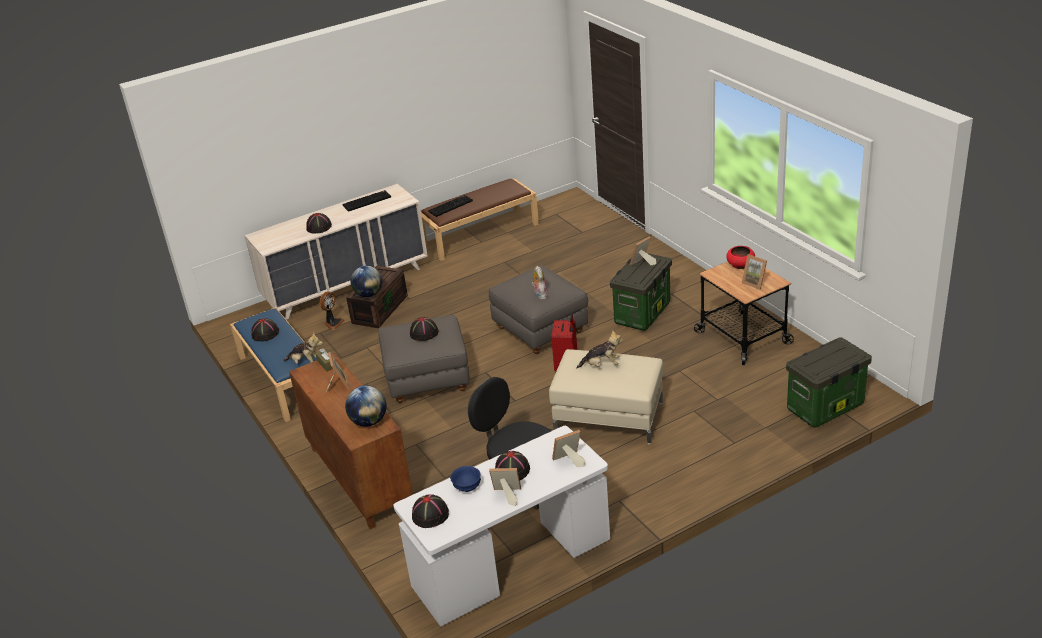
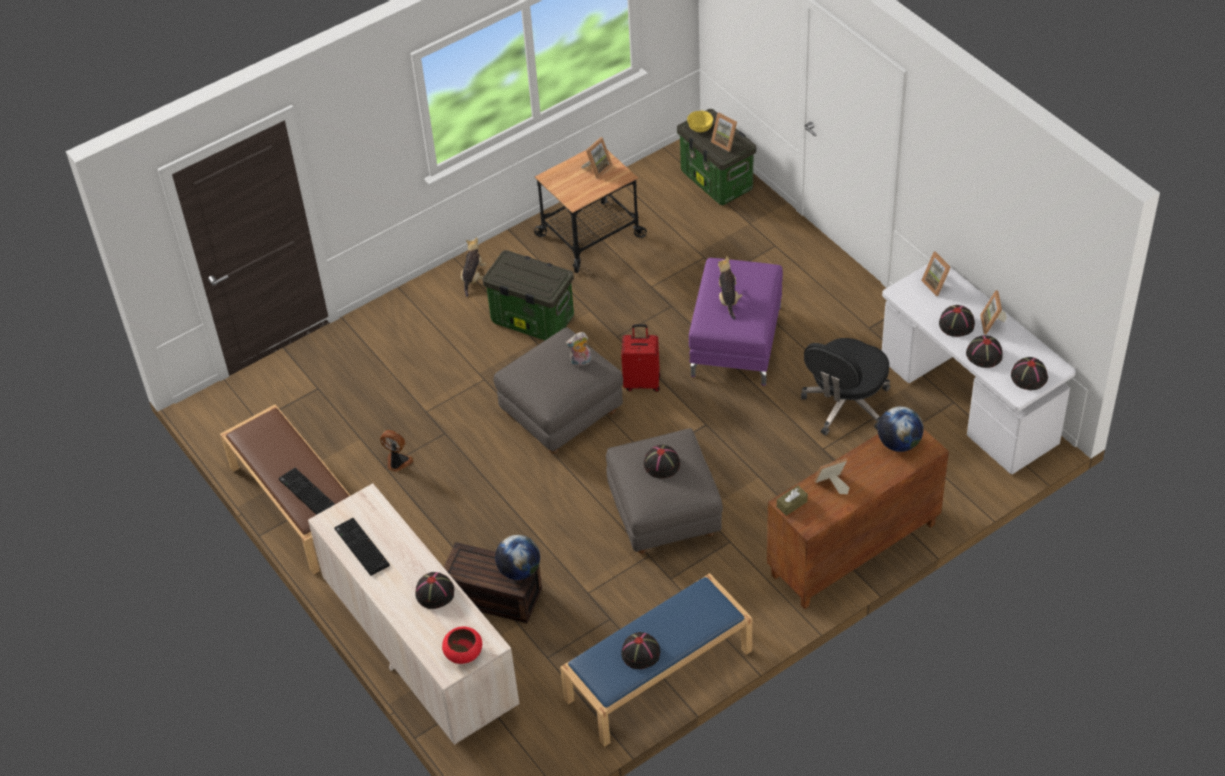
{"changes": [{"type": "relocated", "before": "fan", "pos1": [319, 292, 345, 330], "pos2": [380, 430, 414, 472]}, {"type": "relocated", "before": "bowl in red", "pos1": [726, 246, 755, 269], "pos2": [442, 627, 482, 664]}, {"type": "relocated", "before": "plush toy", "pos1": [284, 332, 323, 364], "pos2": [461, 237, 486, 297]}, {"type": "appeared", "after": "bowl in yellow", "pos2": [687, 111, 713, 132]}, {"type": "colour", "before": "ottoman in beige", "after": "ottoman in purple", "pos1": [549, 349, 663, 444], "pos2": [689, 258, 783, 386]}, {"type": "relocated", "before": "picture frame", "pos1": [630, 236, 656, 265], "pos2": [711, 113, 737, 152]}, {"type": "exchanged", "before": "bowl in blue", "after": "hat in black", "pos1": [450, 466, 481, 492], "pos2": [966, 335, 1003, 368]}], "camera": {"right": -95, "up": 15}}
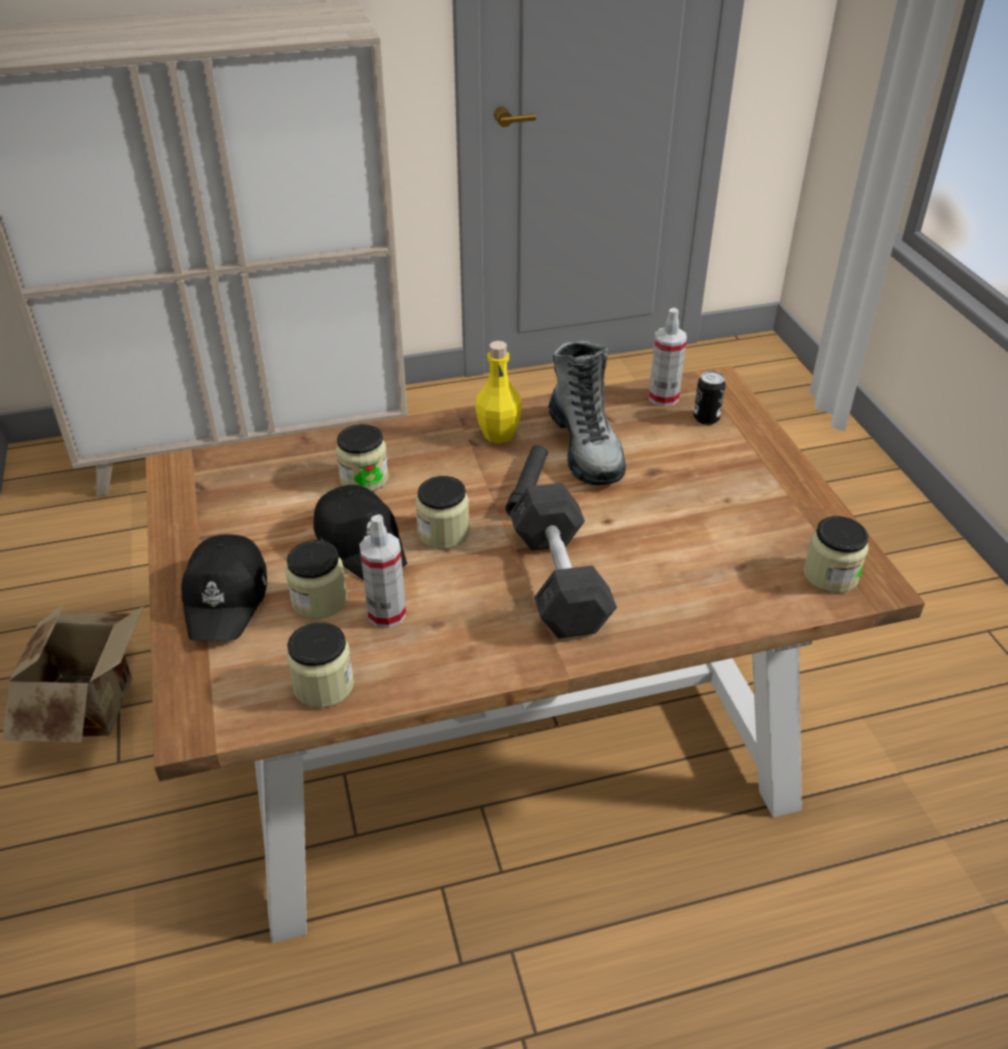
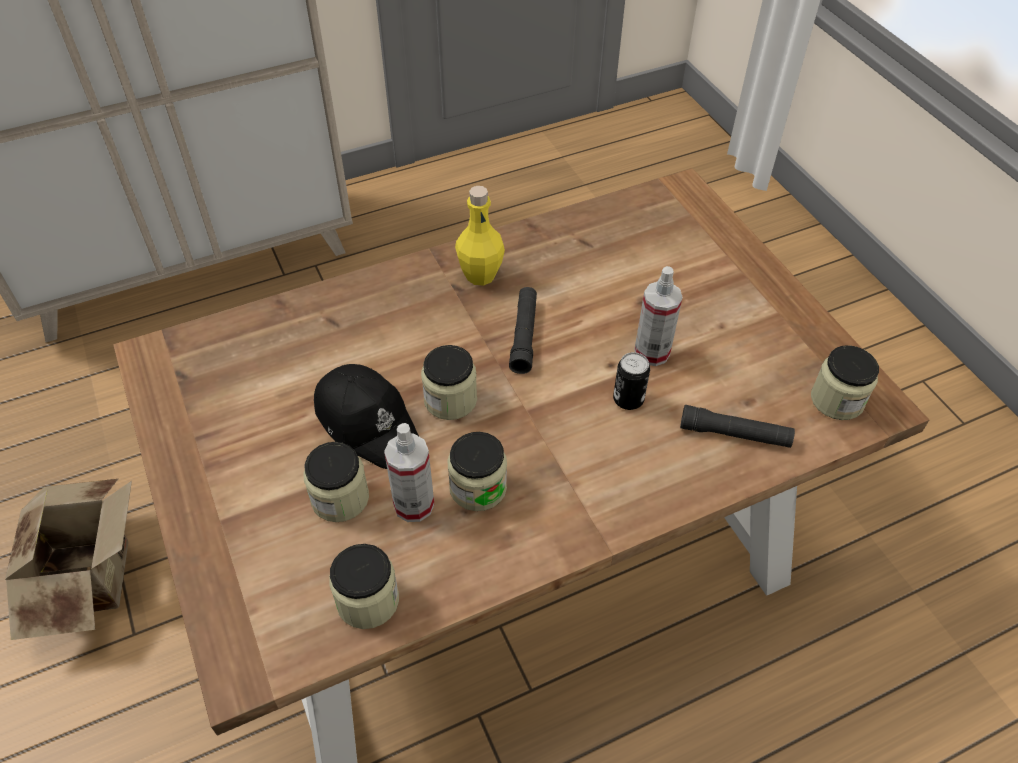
{"changes": [{"type": "relocated", "before": "jar", "pos1": [336, 424, 389, 491], "pos2": [447, 432, 507, 511]}, {"type": "relocated", "before": "can", "pos1": [693, 371, 726, 425], "pos2": [613, 352, 650, 410]}, {"type": "relocated", "before": "spray bottle", "pos1": [649, 308, 687, 407], "pos2": [634, 266, 683, 366]}, {"type": "appeared", "after": "flashlight in black", "pos2": [680, 405, 795, 448]}, {"type": "missing", "before": "cap in black", "pos1": [181, 534, 267, 641]}, {"type": "missing", "before": "dumbbell in grey", "pos1": [510, 483, 617, 639]}, {"type": "missing", "before": "boot", "pos1": [549, 341, 626, 485]}], "camera": {"right": -10, "up": 10}}
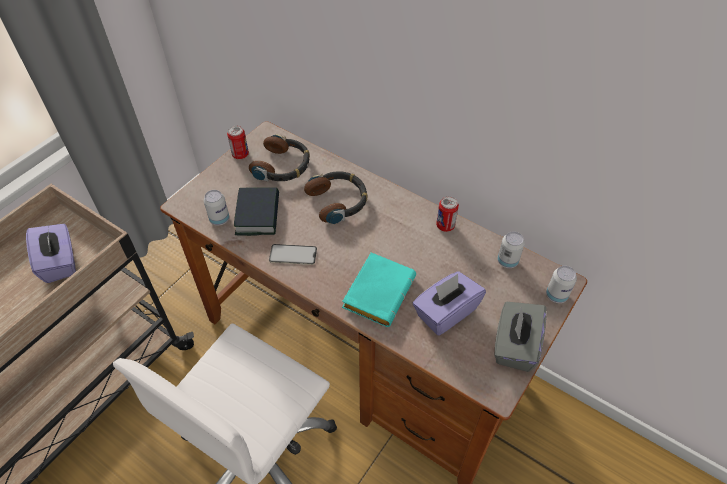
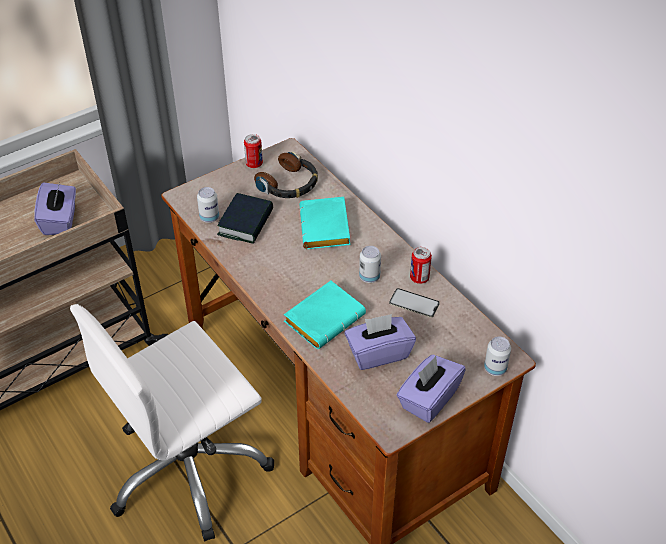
{"changes": [{"type": "exchanged", "before": "headphones", "after": "book in turquoise", "pos1": [304, 171, 367, 224], "pos2": [300, 197, 350, 249]}, {"type": "relocated", "before": "can", "pos1": [497, 232, 525, 268], "pos2": [359, 246, 381, 283]}, {"type": "relocated", "before": "phone", "pos1": [269, 244, 317, 265], "pos2": [389, 288, 440, 318]}, {"type": "colour", "before": "tissue box in grey", "after": "tissue box in purple", "pos1": [494, 302, 546, 372], "pos2": [397, 355, 466, 423]}], "camera": {"right": 20, "up": -5}}
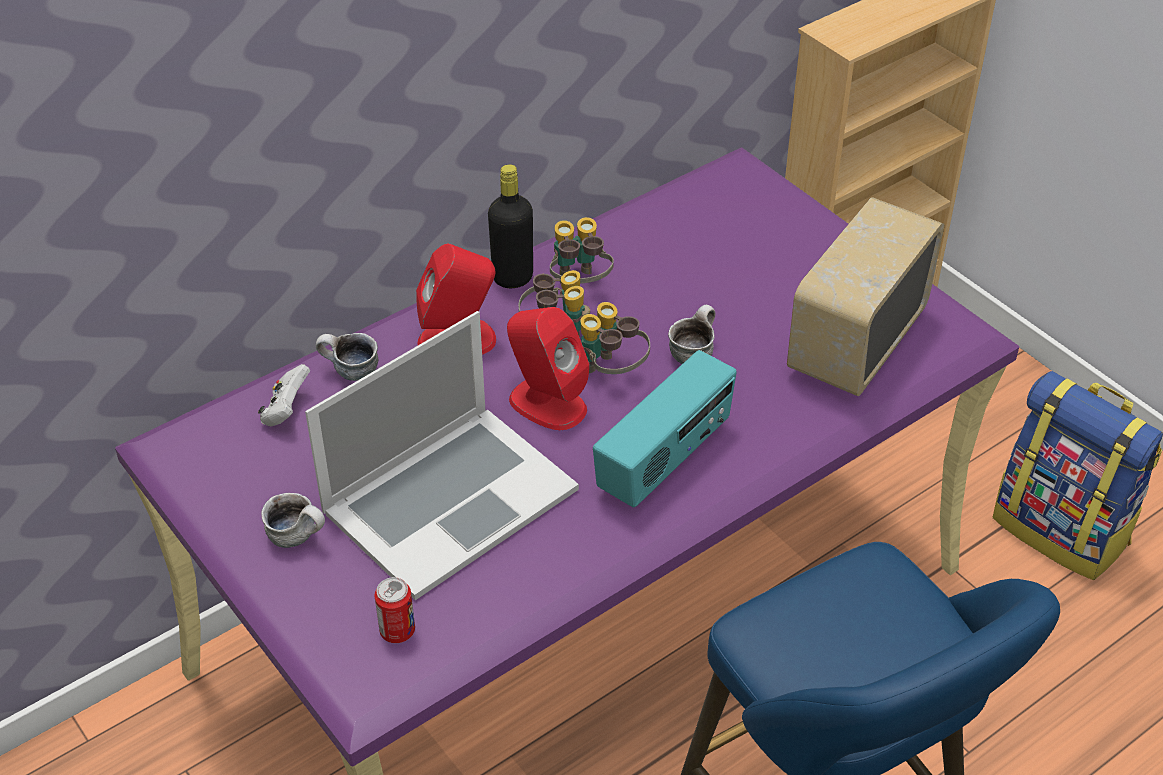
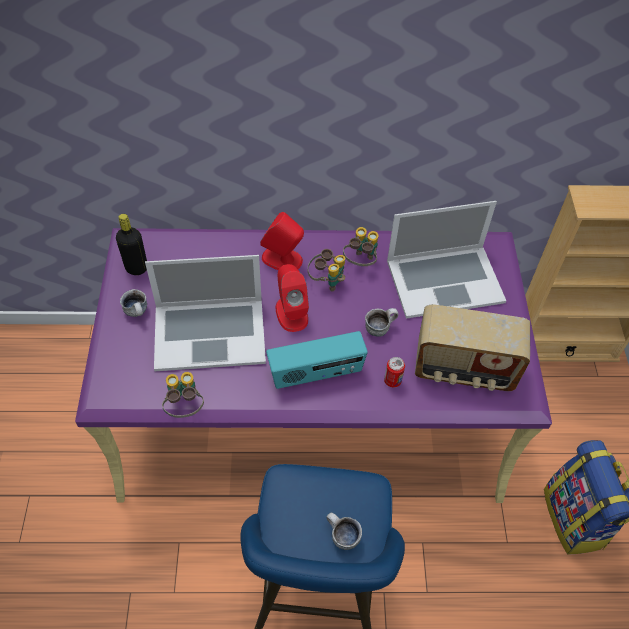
{"changes": [{"type": "relocated", "before": "bottle in black", "pos1": [488, 164, 533, 288], "pos2": [116, 214, 147, 275]}, {"type": "relocated", "before": "binoculars", "pos1": [580, 302, 650, 374], "pos2": [162, 372, 204, 418]}, {"type": "relocated", "before": "mug", "pos1": [316, 333, 378, 381], "pos2": [326, 513, 362, 550]}, {"type": "relocated", "before": "can", "pos1": [375, 577, 415, 643], "pos2": [384, 357, 405, 388]}, {"type": "appeared", "after": "laptop", "pos2": [387, 201, 506, 319]}, {"type": "spun", "before": "radio", "pos1": [787, 197, 944, 396], "pos2": [415, 304, 530, 391], "turn": -150}, {"type": "missing", "before": "game controller in white", "pos1": [258, 364, 310, 426]}], "camera": {"right": 35, "up": 10}}
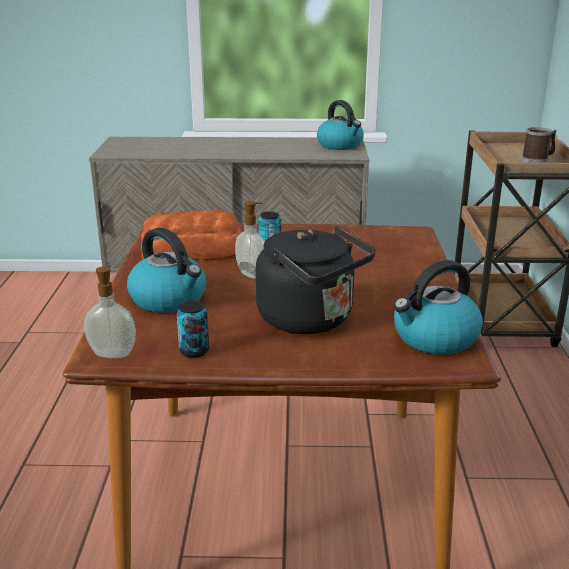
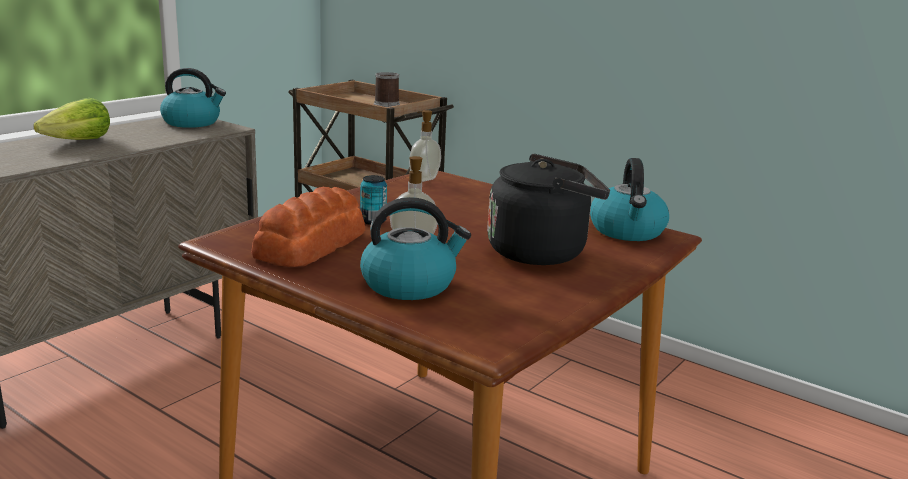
{"changes": [{"type": "appeared", "after": "lettuce", "pos2": [33, 98, 110, 140]}, {"type": "relocated", "before": "soap dispenser", "pos1": [84, 266, 136, 358], "pos2": [409, 110, 441, 182]}, {"type": "missing", "before": "can", "pos1": [177, 301, 209, 358]}], "camera": {"right": -55, "up": -5}}
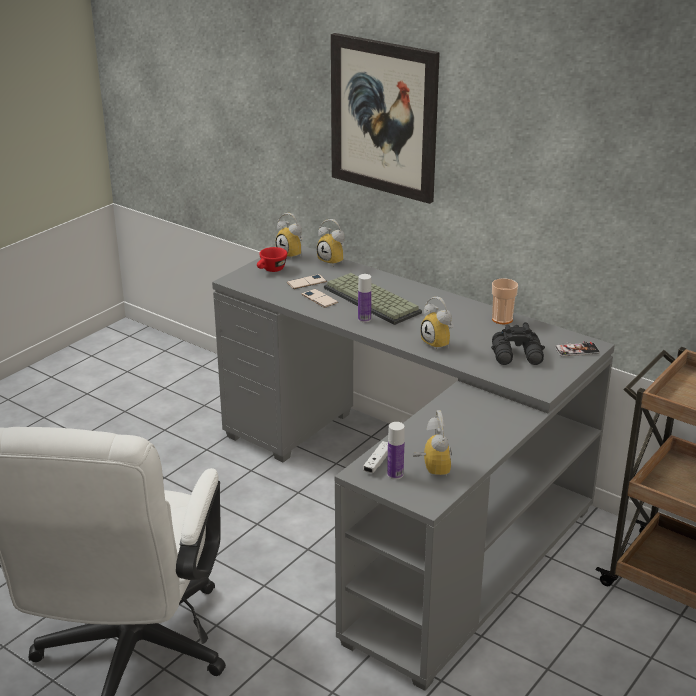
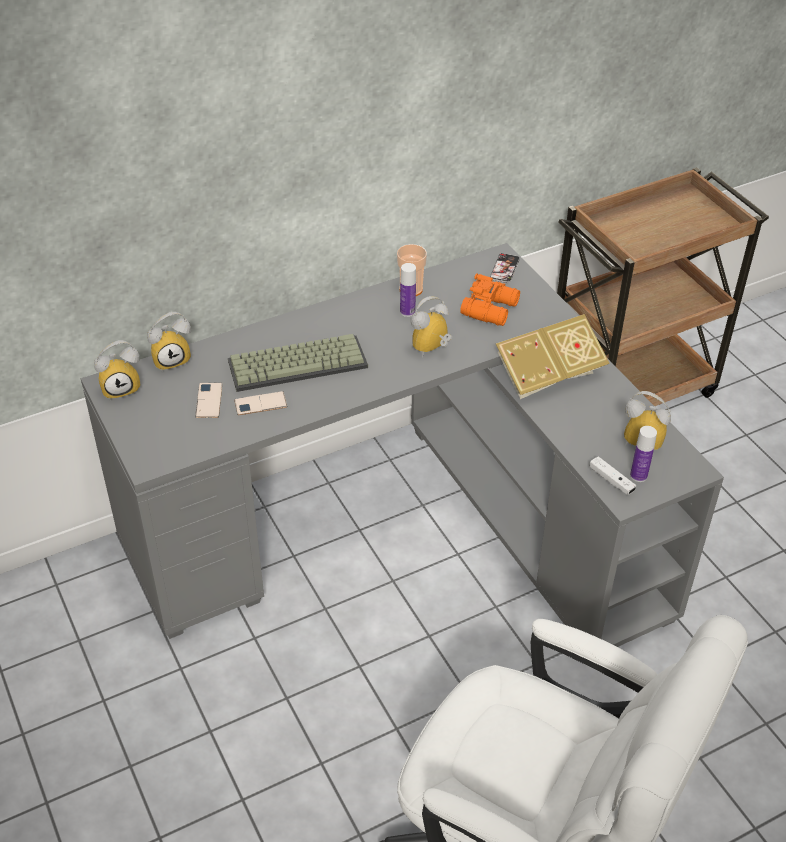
{"changes": [{"type": "relocated", "before": "bottle", "pos1": [358, 274, 372, 323], "pos2": [400, 263, 416, 317]}, {"type": "spun", "before": "alarm clock", "pos1": [421, 297, 454, 351], "pos2": [411, 296, 452, 357], "turn": 150}, {"type": "colour", "before": "binoculars in black", "after": "binoculars in orange", "pos1": [491, 322, 545, 365], "pos2": [460, 273, 520, 326]}, {"type": "appeared", "after": "book", "pos2": [496, 314, 610, 399]}, {"type": "missing", "before": "cup in red", "pos1": [257, 247, 287, 272]}, {"type": "missing", "before": "picture", "pos1": [331, 33, 440, 204]}], "camera": {"right": -65, "up": 15}}
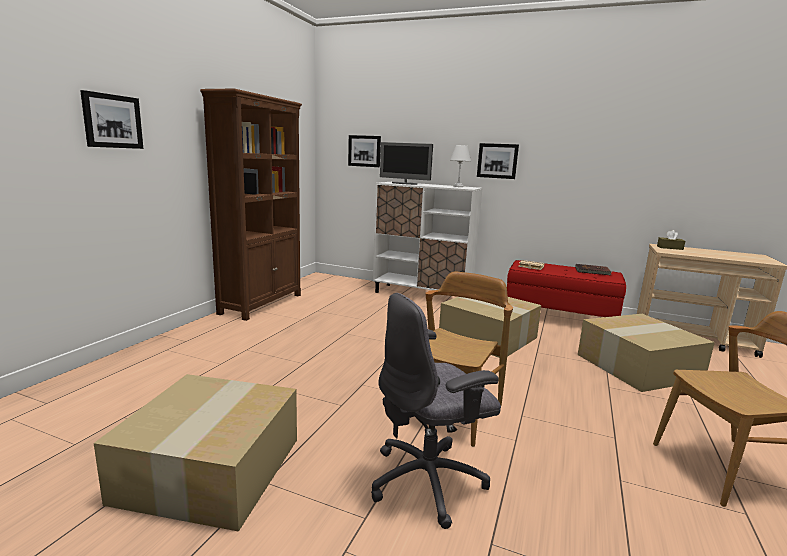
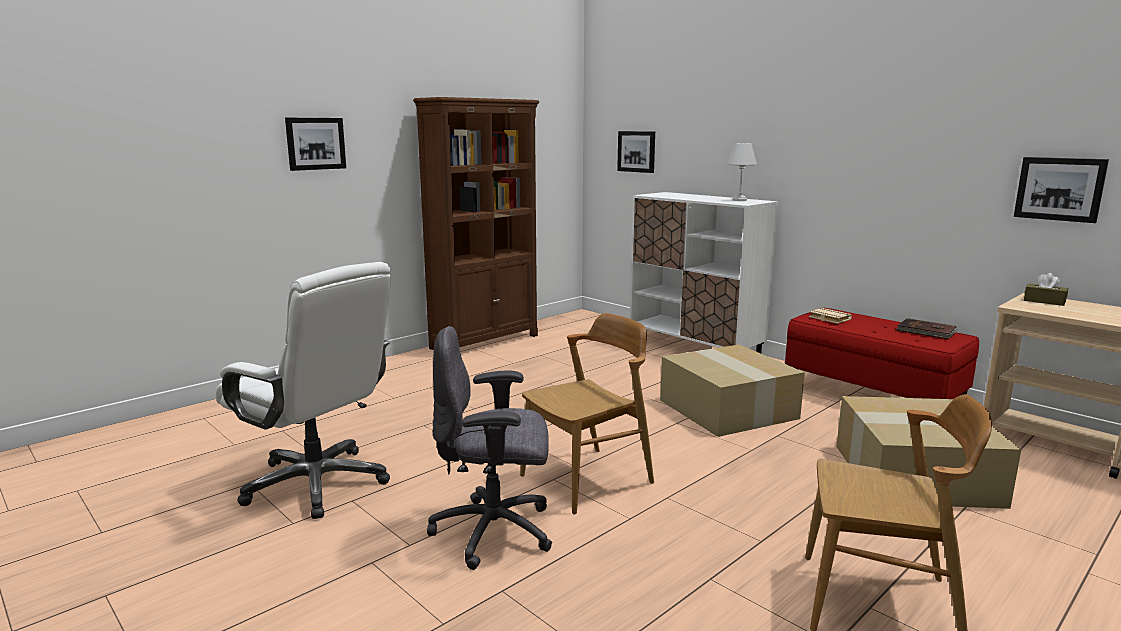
{"changes": [{"type": "exchanged", "before": "cardboard box", "after": "office chair in white", "pos1": [94, 374, 297, 532], "pos2": [216, 262, 391, 519]}, {"type": "relocated", "before": "picture", "pos1": [477, 143, 519, 179], "pos2": [1014, 157, 1109, 223]}, {"type": "missing", "before": "monitor", "pos1": [380, 142, 433, 185]}], "camera": {"right": 25, "up": 0}}
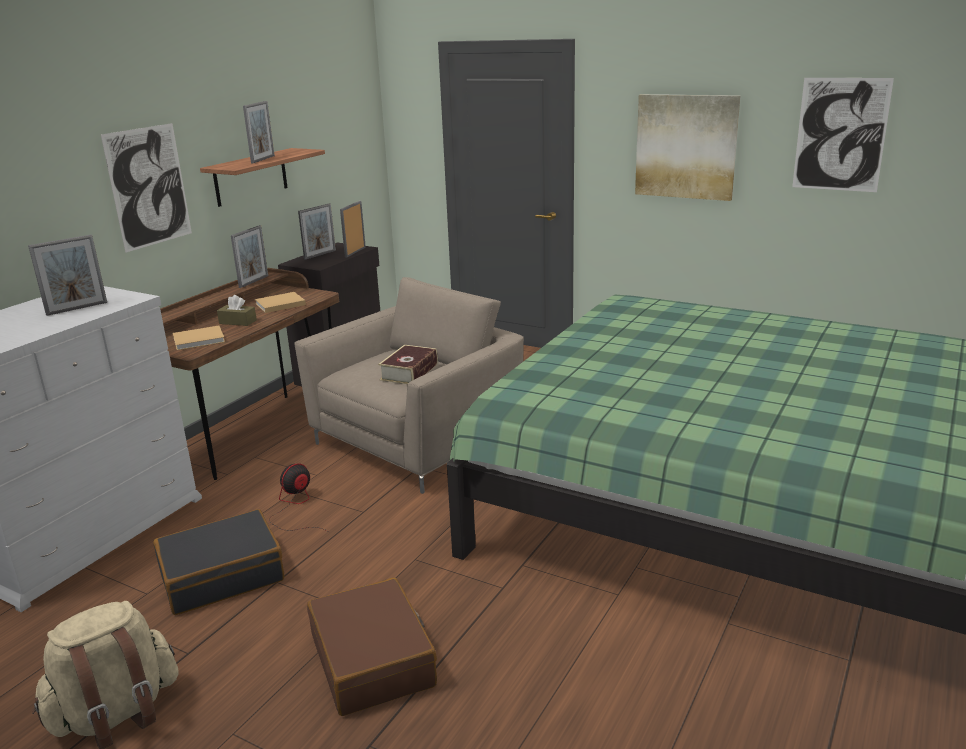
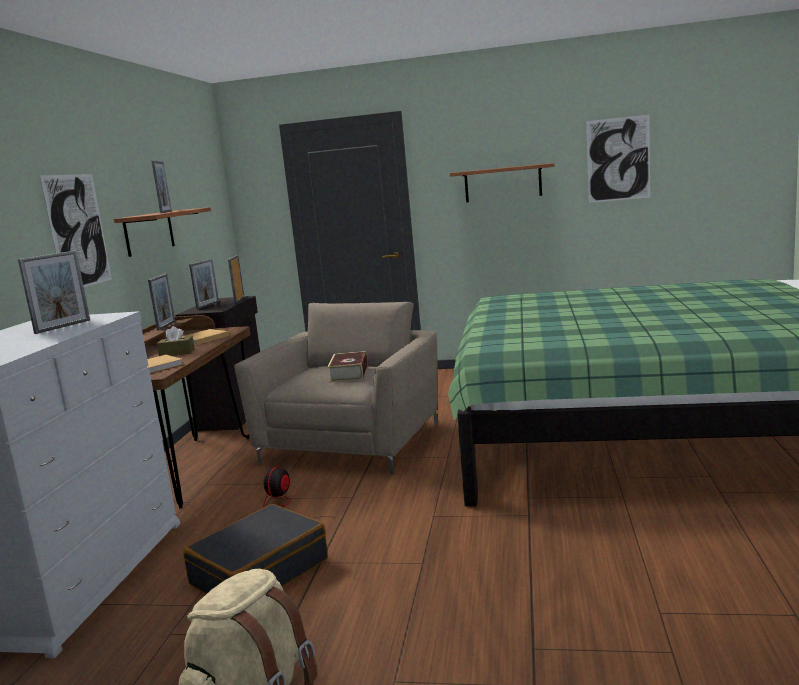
{"changes": [{"type": "exchanged", "before": "picture", "after": "shelf", "pos1": [635, 94, 740, 201], "pos2": [450, 163, 554, 202]}, {"type": "missing", "before": "suitcase in brown", "pos1": [307, 578, 437, 716]}], "camera": {"right": -20, "up": -10}}
